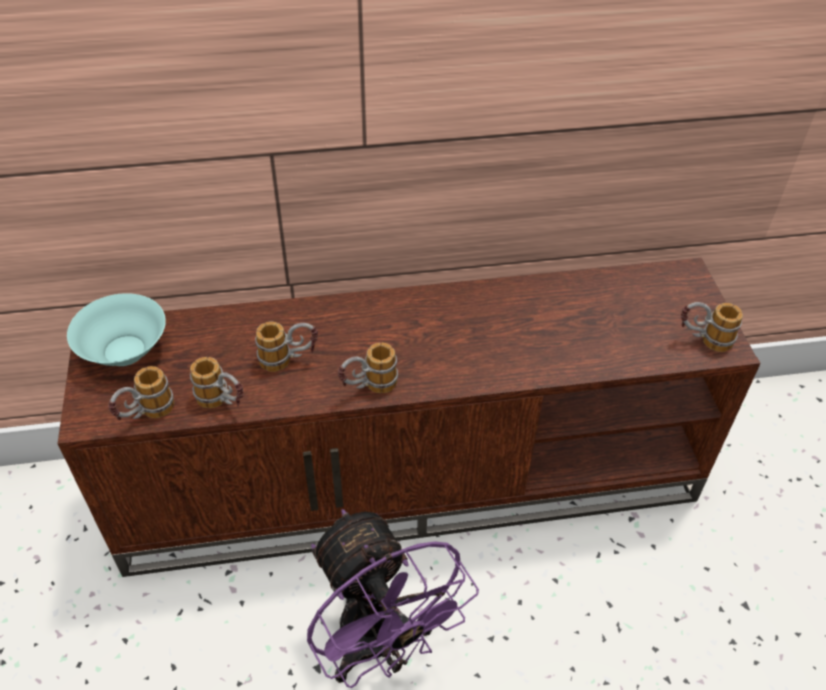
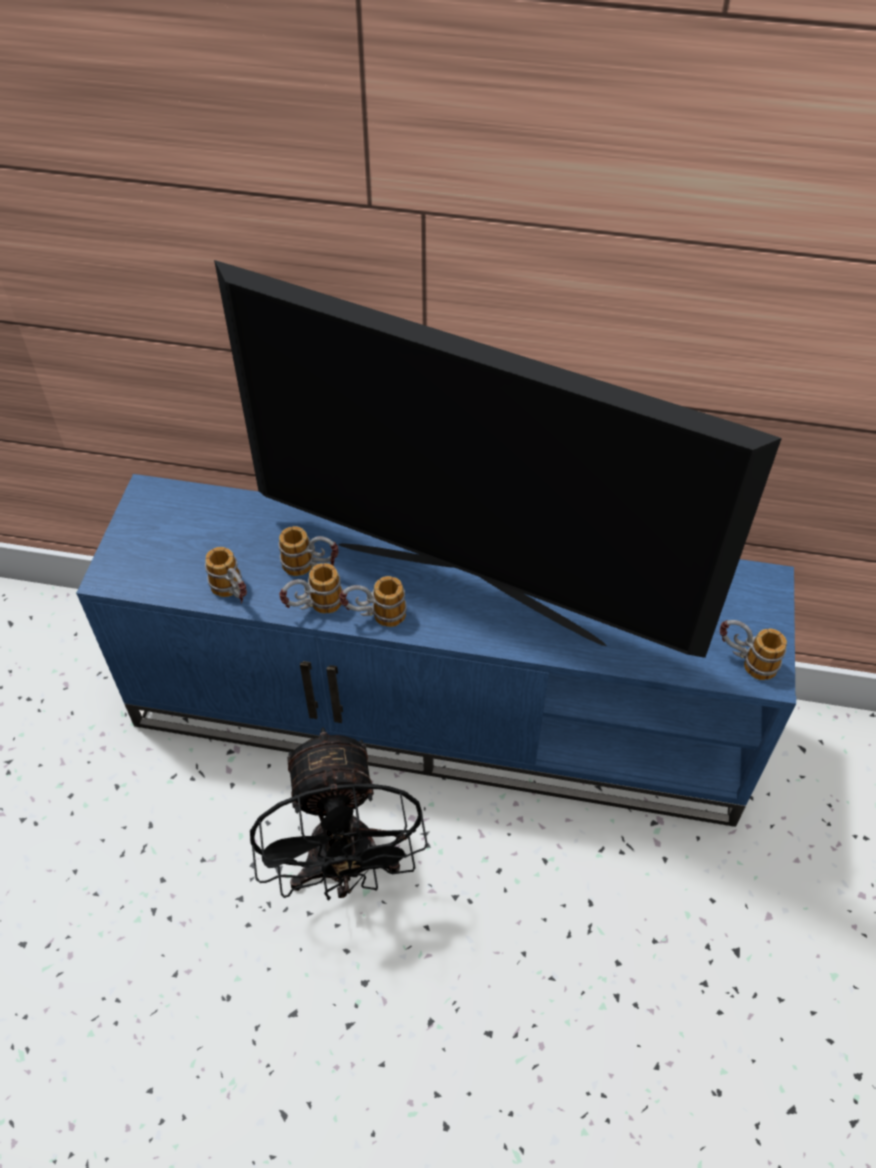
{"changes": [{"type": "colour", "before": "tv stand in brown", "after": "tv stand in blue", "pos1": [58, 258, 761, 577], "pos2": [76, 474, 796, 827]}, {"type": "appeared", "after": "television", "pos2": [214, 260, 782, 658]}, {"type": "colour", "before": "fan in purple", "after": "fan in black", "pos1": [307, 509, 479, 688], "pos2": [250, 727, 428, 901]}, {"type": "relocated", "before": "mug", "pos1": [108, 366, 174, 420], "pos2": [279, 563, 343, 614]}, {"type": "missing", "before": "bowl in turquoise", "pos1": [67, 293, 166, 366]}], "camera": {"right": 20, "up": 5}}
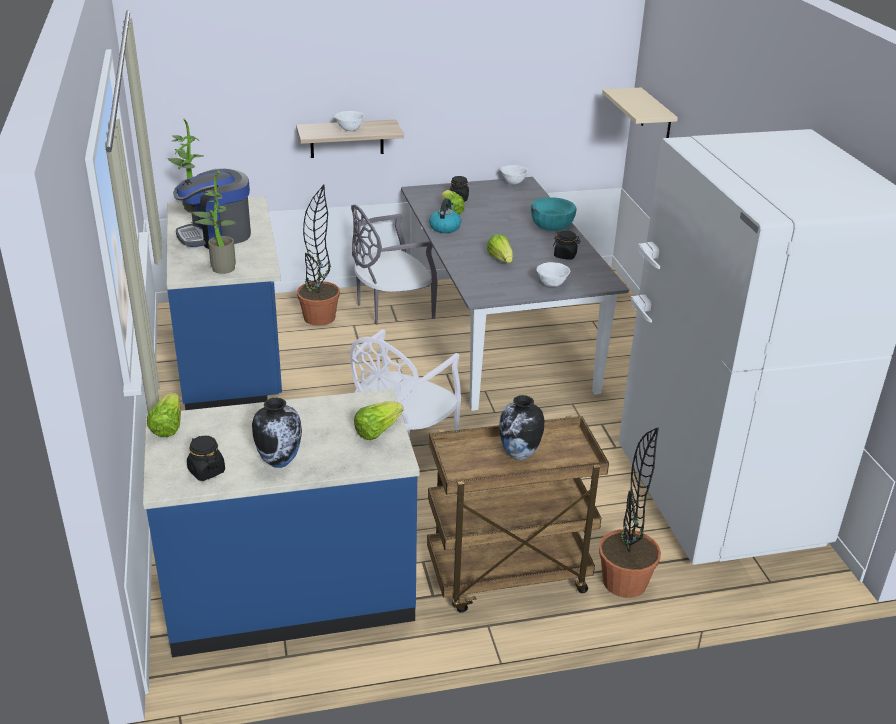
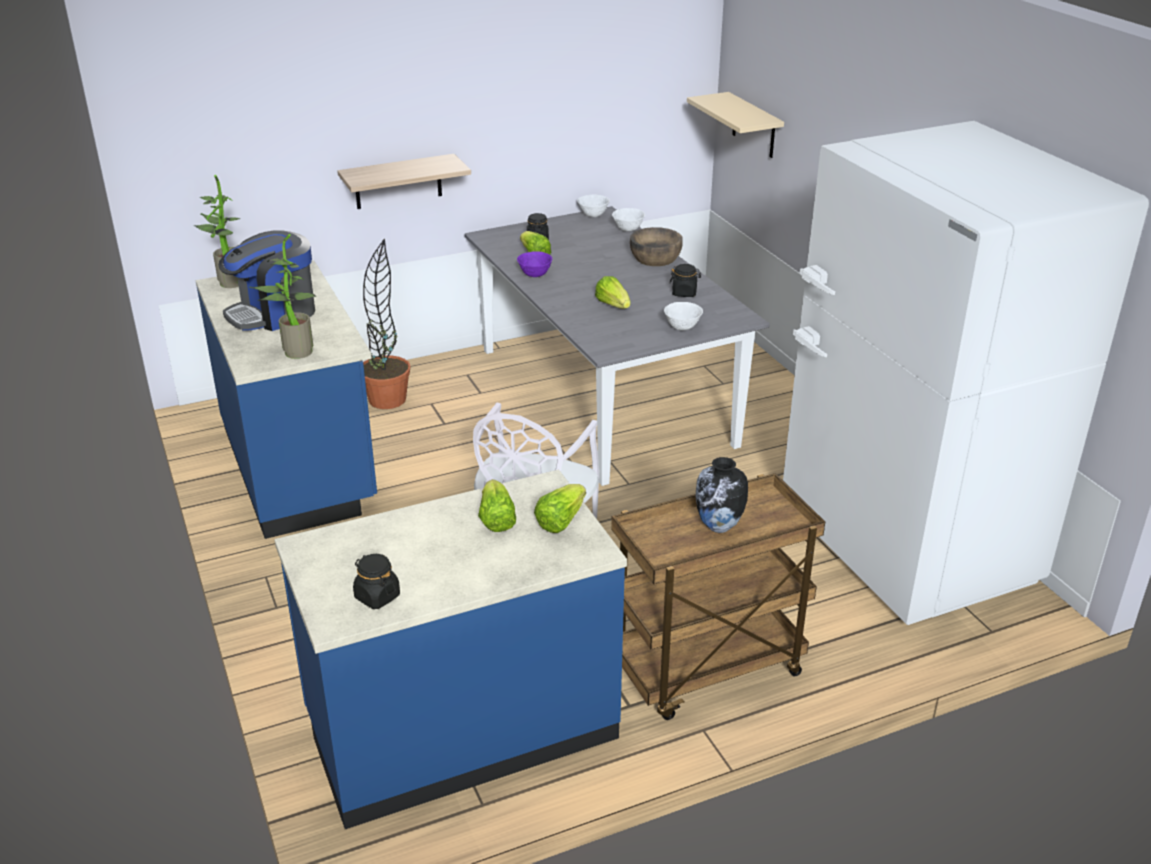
{"changes": [{"type": "relocated", "before": "lettuce", "pos1": [147, 393, 181, 437], "pos2": [478, 479, 516, 532]}, {"type": "exchanged", "before": "kettle", "after": "bowl in purple", "pos1": [429, 198, 461, 233], "pos2": [517, 251, 552, 277]}, {"type": "relocated", "before": "bowl in white", "pos1": [335, 111, 365, 131], "pos2": [612, 208, 645, 231]}, {"type": "colour", "before": "bowl in turquoise", "after": "bowl in brown", "pos1": [531, 197, 576, 231], "pos2": [630, 227, 683, 266]}, {"type": "missing", "before": "vase", "pos1": [252, 398, 302, 468]}, {"type": "missing", "before": "chair in grey", "pos1": [351, 204, 438, 325]}, {"type": "missing", "before": "potted plant", "pos1": [599, 428, 661, 598]}], "camera": {"right": -10, "up": 0}}
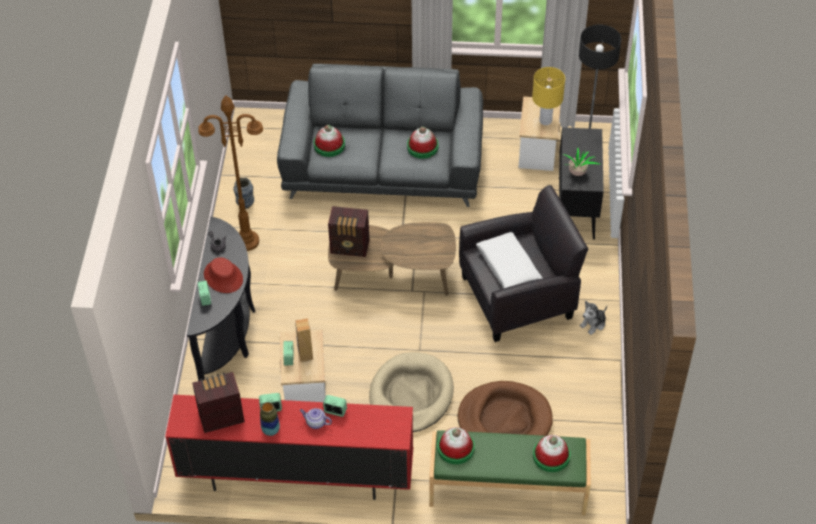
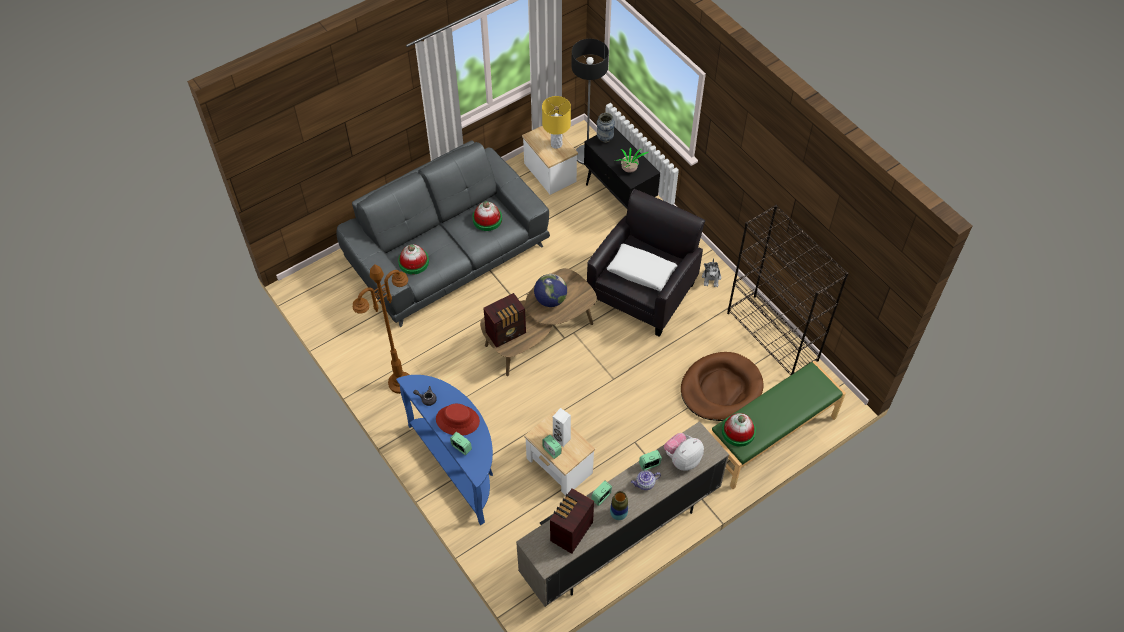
{"changes": [{"type": "colour", "before": "console table in black", "after": "console table in blue", "pos1": [187, 217, 255, 381], "pos2": [396, 375, 493, 525]}, {"type": "colour", "before": "tv stand in red", "after": "tv stand in beige", "pos1": [165, 395, 413, 500], "pos2": [516, 421, 729, 607]}, {"type": "appeared", "after": "globe", "pos2": [534, 274, 567, 307]}, {"type": "colour", "before": "speaker in brown", "after": "speaker in white", "pos1": [295, 319, 313, 362], "pos2": [553, 408, 571, 447]}, {"type": "relocated", "before": "vase", "pos1": [234, 177, 254, 209], "pos2": [597, 112, 615, 143]}, {"type": "appeared", "after": "plush toy", "pos2": [664, 433, 704, 471]}, {"type": "appeared", "after": "bookcase in black", "pos2": [727, 205, 849, 376]}, {"type": "missing", "before": "dog bed in beige", "pos1": [369, 352, 454, 432]}, {"type": "missing", "before": "hat", "pos1": [533, 435, 570, 472]}], "camera": {"right": -40, "up": 5}}
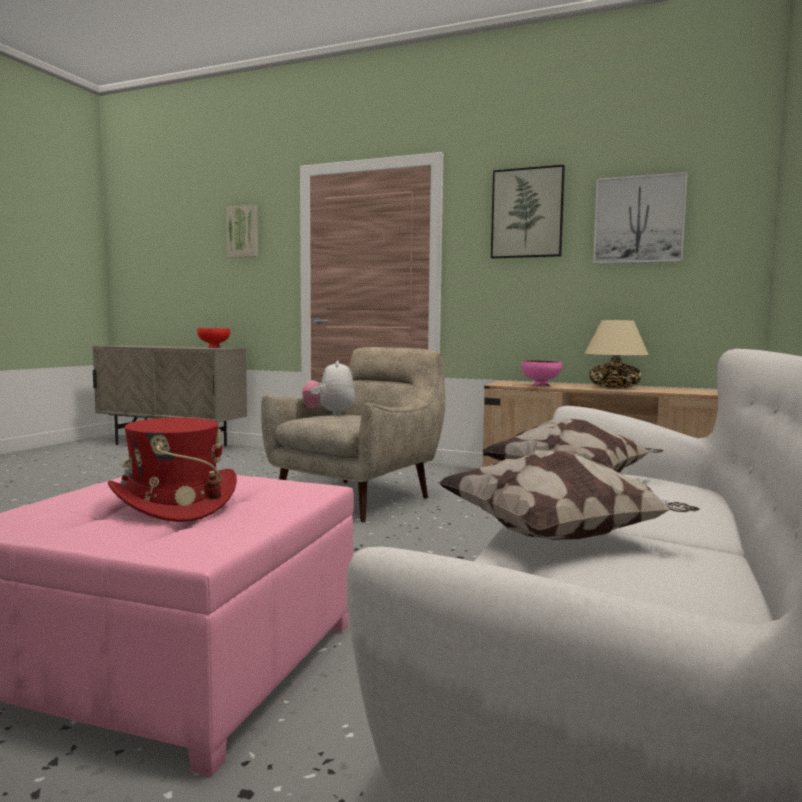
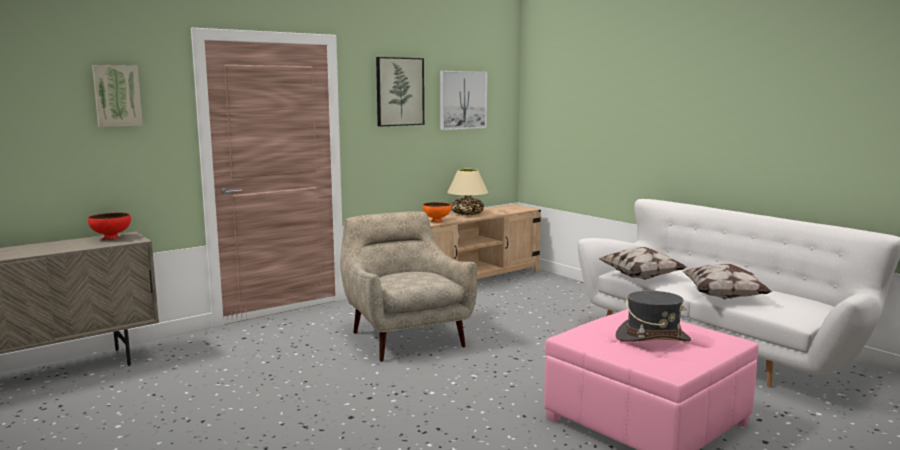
{"changes": [{"type": "colour", "before": "bowl in pink", "after": "bowl in orange", "pos1": [521, 360, 562, 386], "pos2": [423, 202, 451, 223]}, {"type": "colour", "before": "hat in red", "after": "hat in grey", "pos1": [108, 418, 237, 522], "pos2": [616, 291, 691, 342]}, {"type": "missing", "before": "plush toy", "pos1": [302, 361, 355, 415]}], "camera": {"right": -60, "up": 5}}
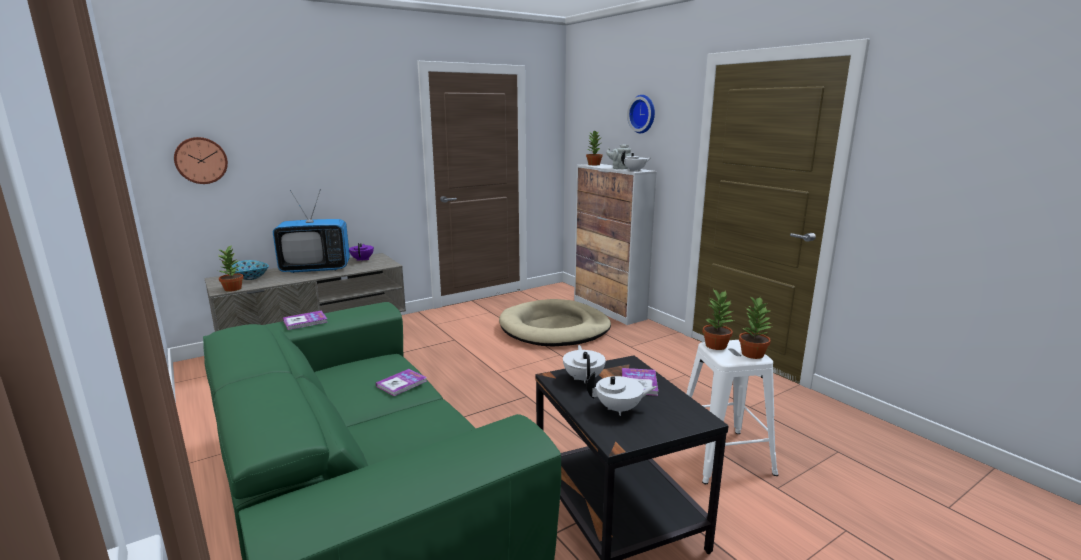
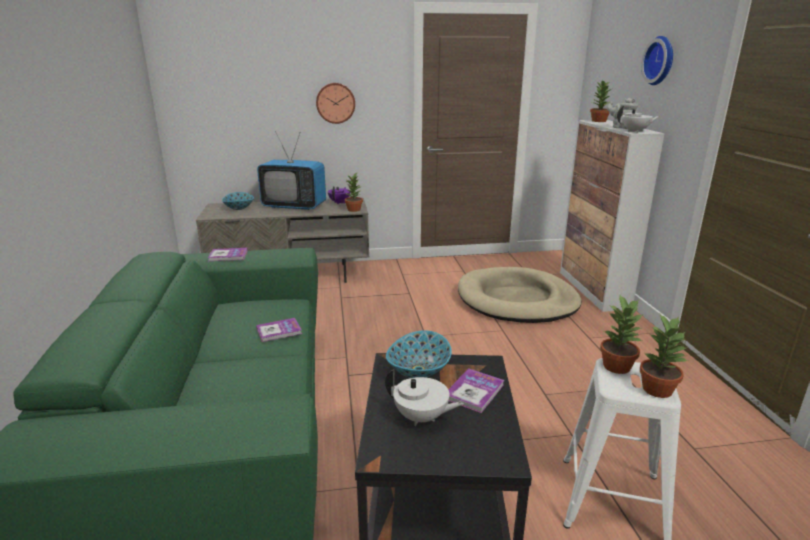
{"changes": [{"type": "relocated", "before": "wall clock", "pos1": [174, 137, 228, 184], "pos2": [316, 83, 355, 124]}, {"type": "relocated", "before": "potted plant", "pos1": [217, 244, 243, 292], "pos2": [345, 173, 363, 212]}, {"type": "exchanged", "before": "teapot in white", "after": "bowl", "pos1": [563, 345, 606, 384], "pos2": [386, 330, 452, 378]}], "camera": {"right": 25, "up": 5}}
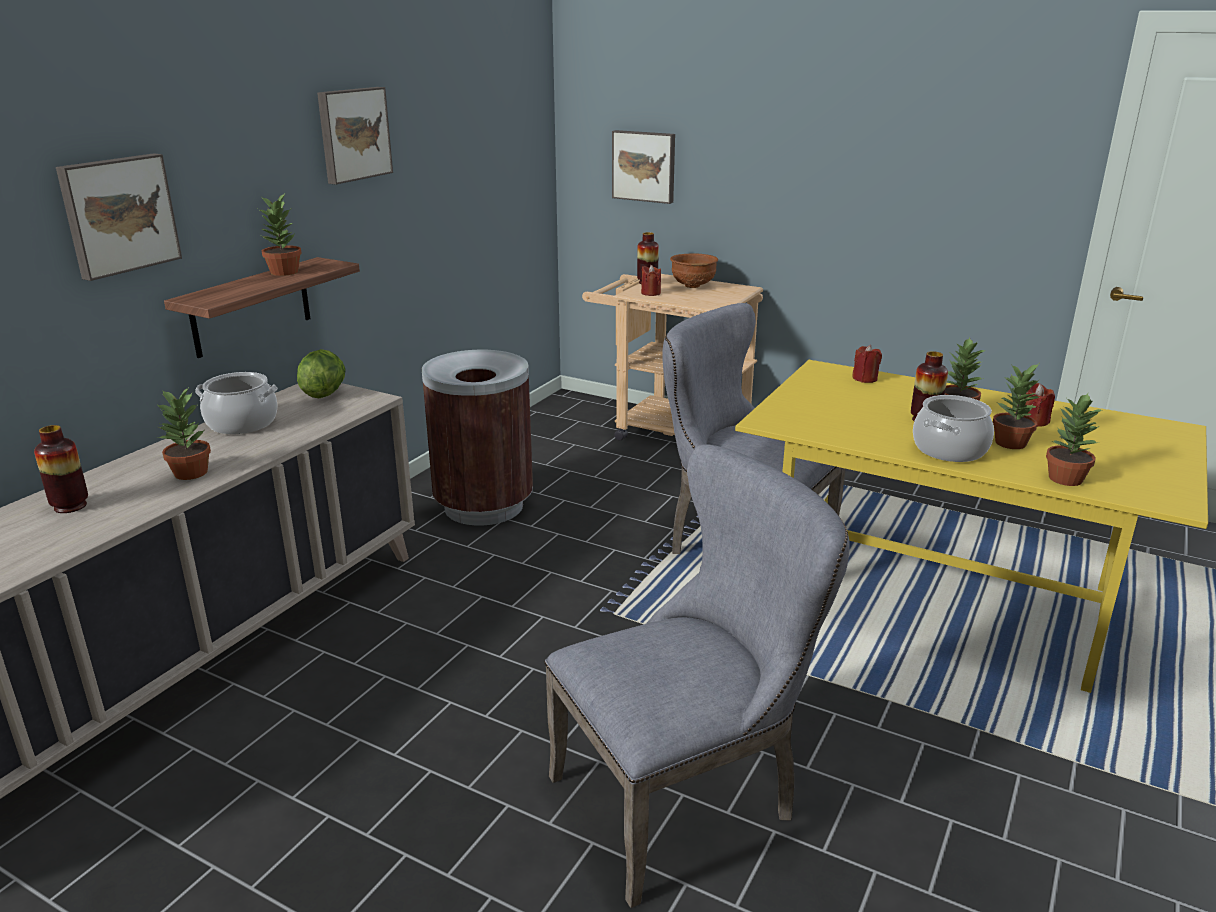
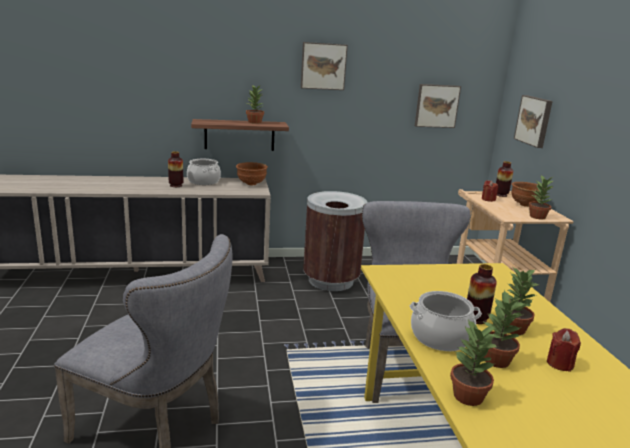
{"changes": [{"type": "relocated", "before": "vase", "pos1": [34, 425, 88, 513], "pos2": [168, 151, 183, 187]}, {"type": "exchanged", "before": "lettuce", "after": "bowl in brown", "pos1": [297, 349, 346, 398], "pos2": [236, 162, 268, 185]}, {"type": "relocated", "before": "picture", "pos1": [56, 153, 182, 281], "pos2": [415, 84, 461, 128]}, {"type": "relocated", "before": "potted plant", "pos1": [156, 388, 211, 480], "pos2": [529, 175, 553, 220]}, {"type": "missing", "before": "candle in red", "pos1": [852, 345, 882, 383]}], "camera": {"right": 50, "up": -5}}
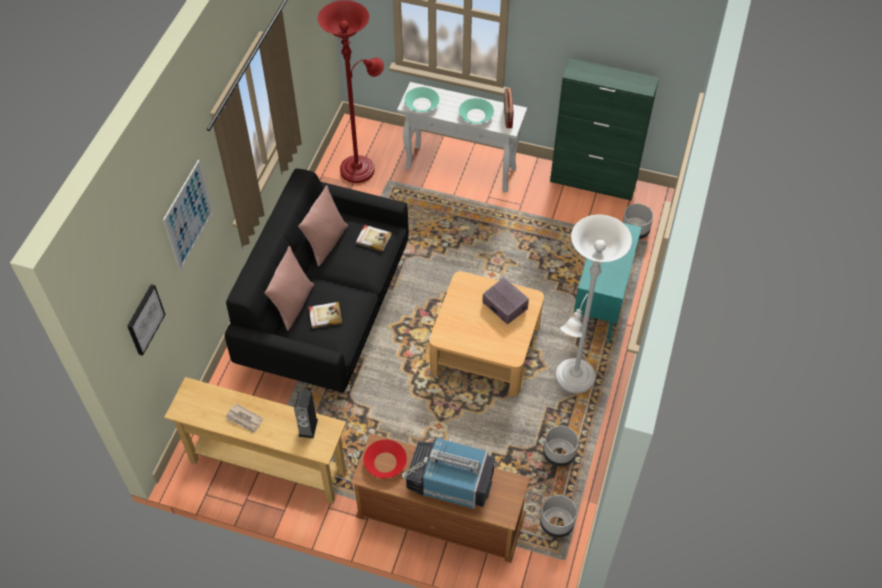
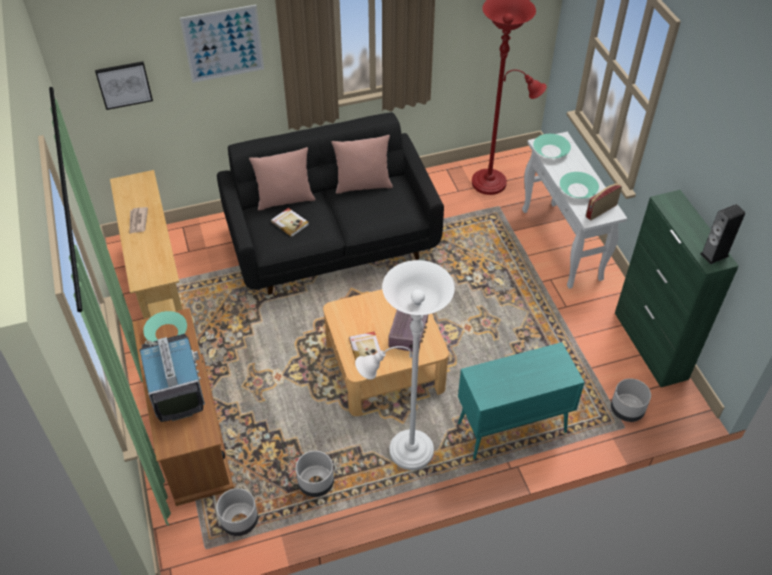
{"changes": [{"type": "colour", "before": "bowl in red", "after": "bowl in turquoise", "pos1": [363, 440, 407, 478], "pos2": [143, 311, 187, 342]}, {"type": "relocated", "before": "book", "pos1": [356, 225, 391, 252], "pos2": [349, 332, 381, 360]}, {"type": "relocated", "before": "speaker", "pos1": [294, 390, 318, 438], "pos2": [700, 204, 745, 264]}], "camera": {"right": 55, "up": -5}}
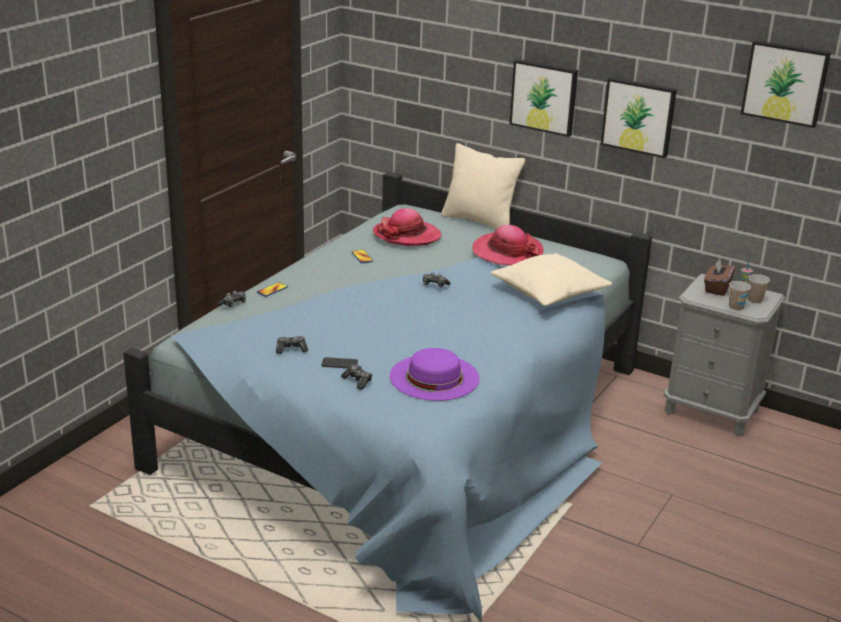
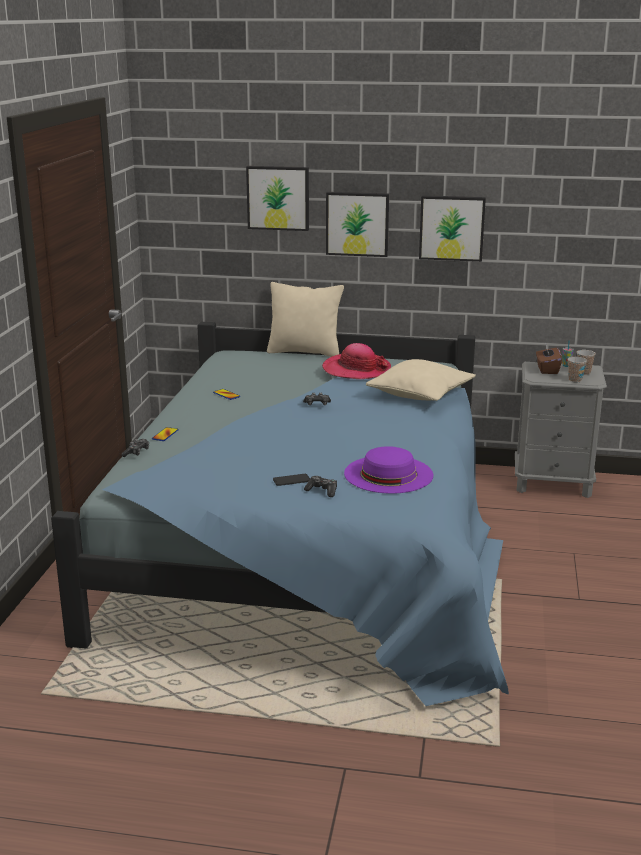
{"changes": [{"type": "relocated", "before": "picture", "pos1": [741, 40, 831, 128], "pos2": [246, 166, 309, 231]}, {"type": "missing", "before": "game controller", "pos1": [276, 336, 308, 354]}, {"type": "missing", "before": "hat", "pos1": [373, 208, 441, 246]}], "camera": {"right": -20, "up": -5}}
